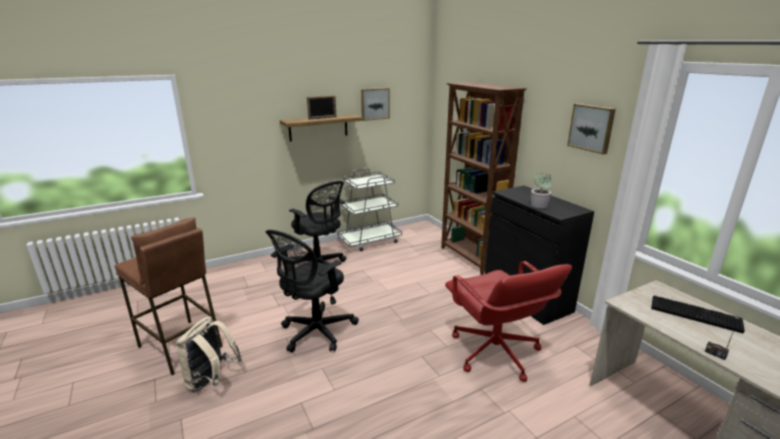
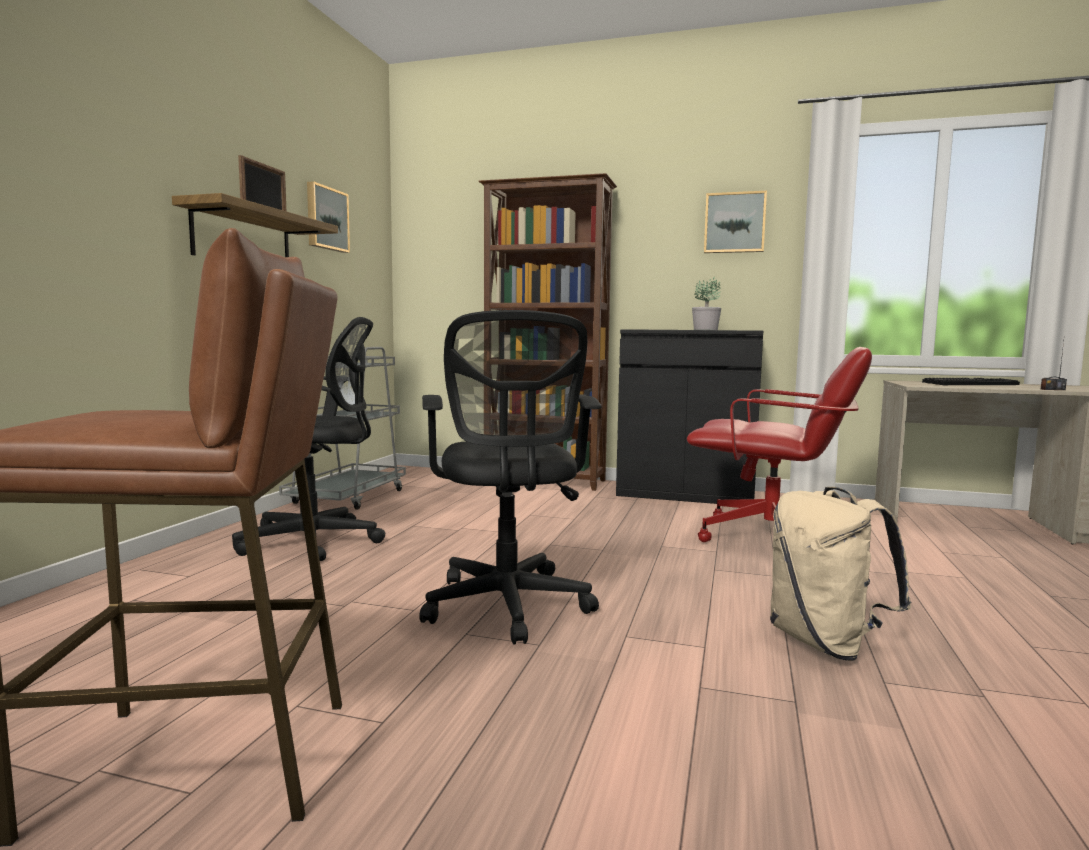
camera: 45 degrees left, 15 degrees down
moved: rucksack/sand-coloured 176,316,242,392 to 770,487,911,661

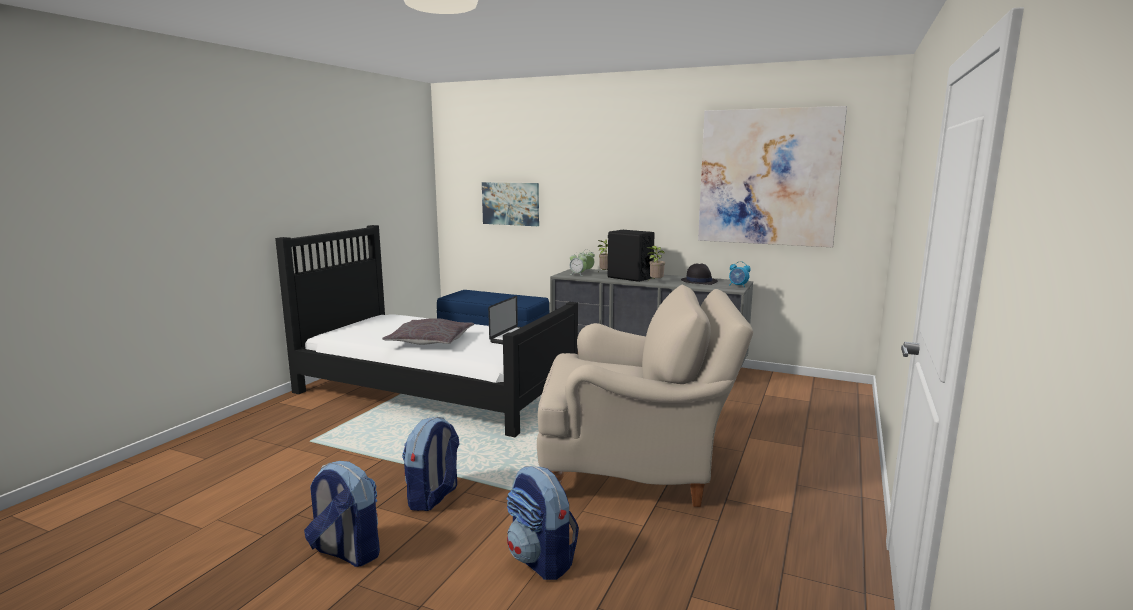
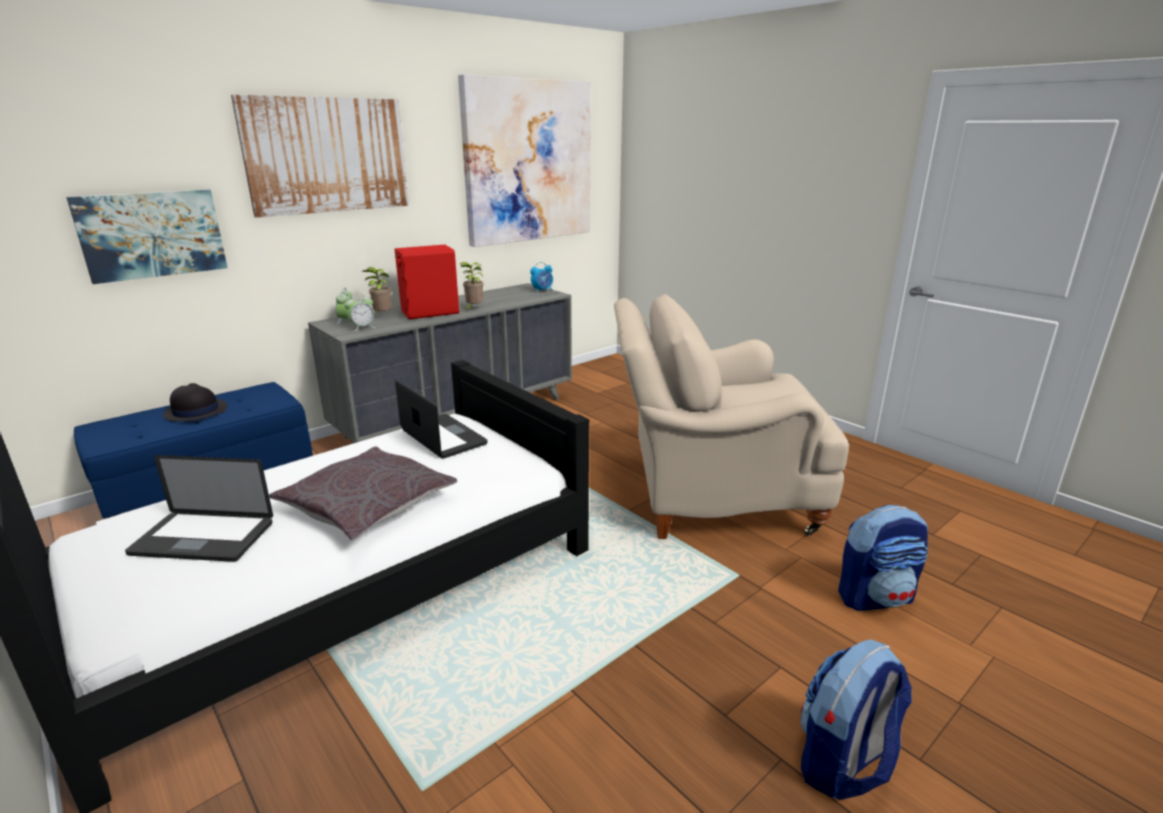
camera: 65 degrees left, 10 degrees up
removed: rucksack 402,417,459,511
added: wall picture 231,95,409,218; laptop 125,455,273,562
moved: wearable hat/black-coloured 681,263,718,285 to 163,383,227,422
recoloured: speaker/black-coloured 608,230,655,282 to speaker/red-coloured 395,245,459,319
turned: lounge chair/sand-coloured 537,284,753,507 = 614,294,849,539 120 degrees counterclockwise

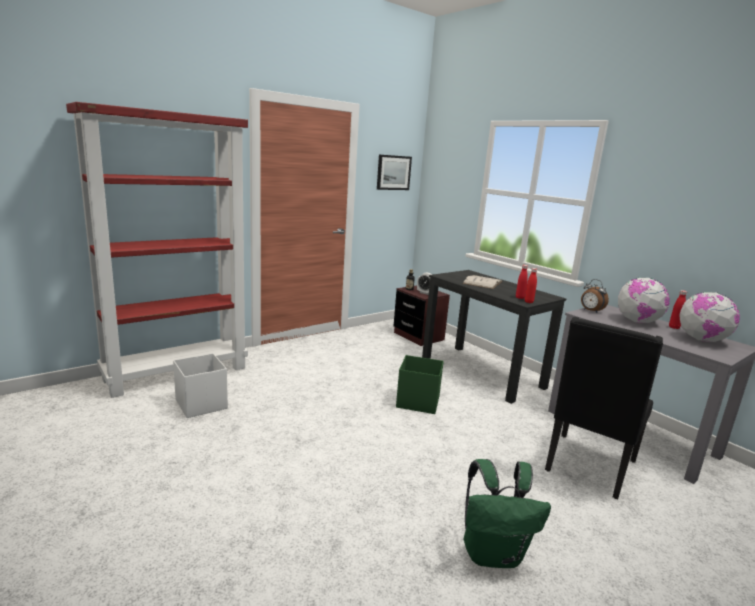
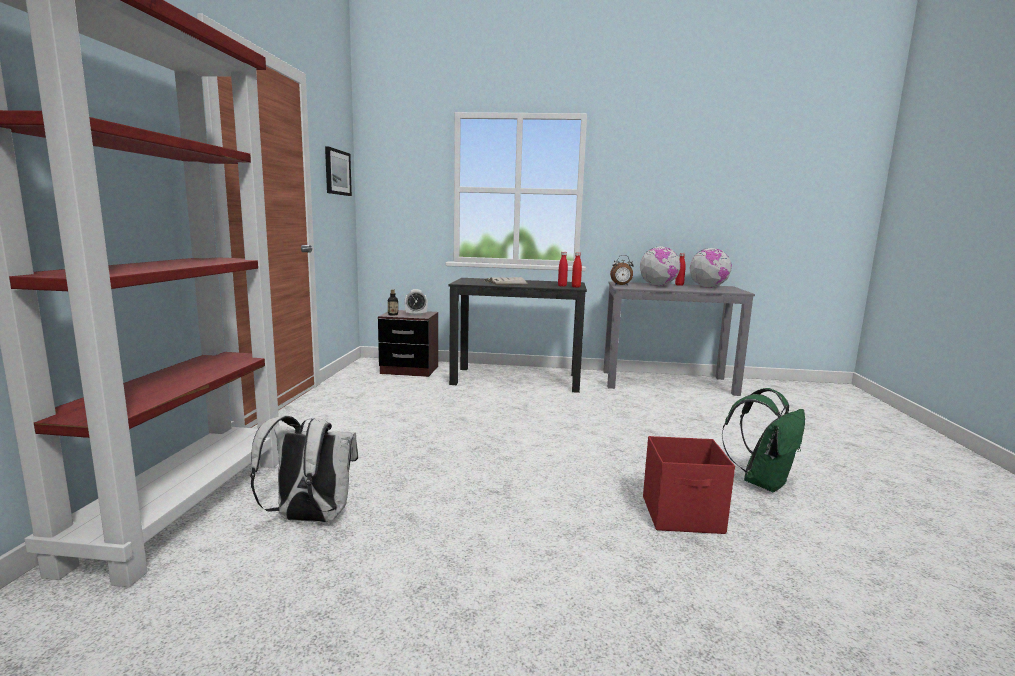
camera: 45 degrees left, 5 degrees down
removed: plain chair/black-coloured 545,317,663,499; storage box/green-coloured 396,355,444,414
added: storage box/red-coloured 643,436,735,534
replaced: storage box/whitish 173,353,228,418 to rucksack/whitish 250,415,358,522

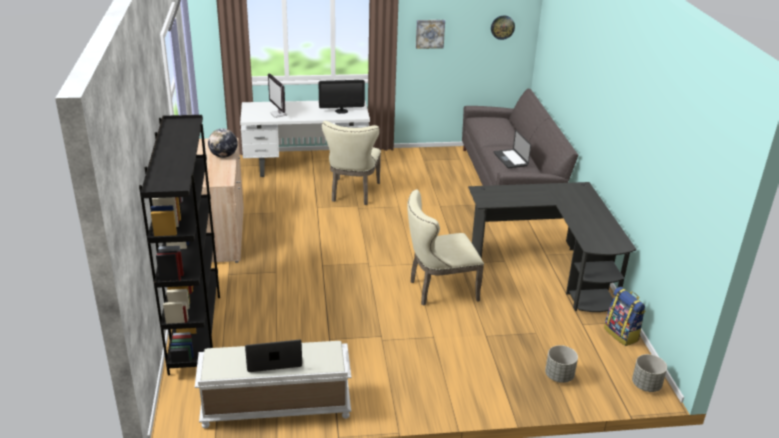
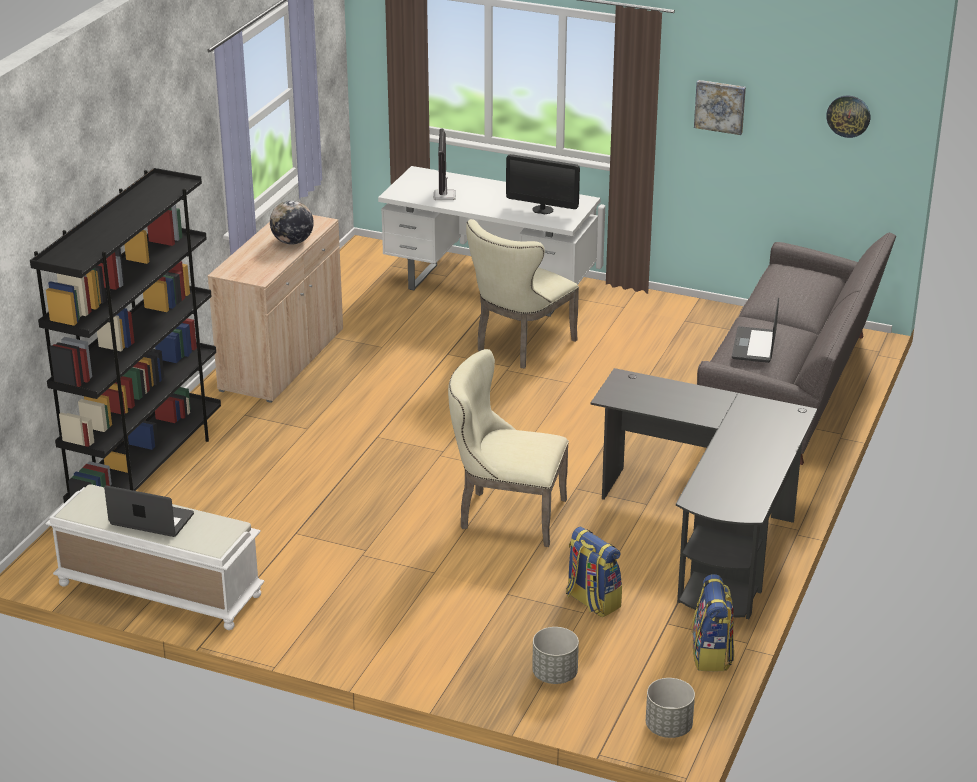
camera: 30 degrees right, 0 degrees up
added: rucksack 566,527,622,618

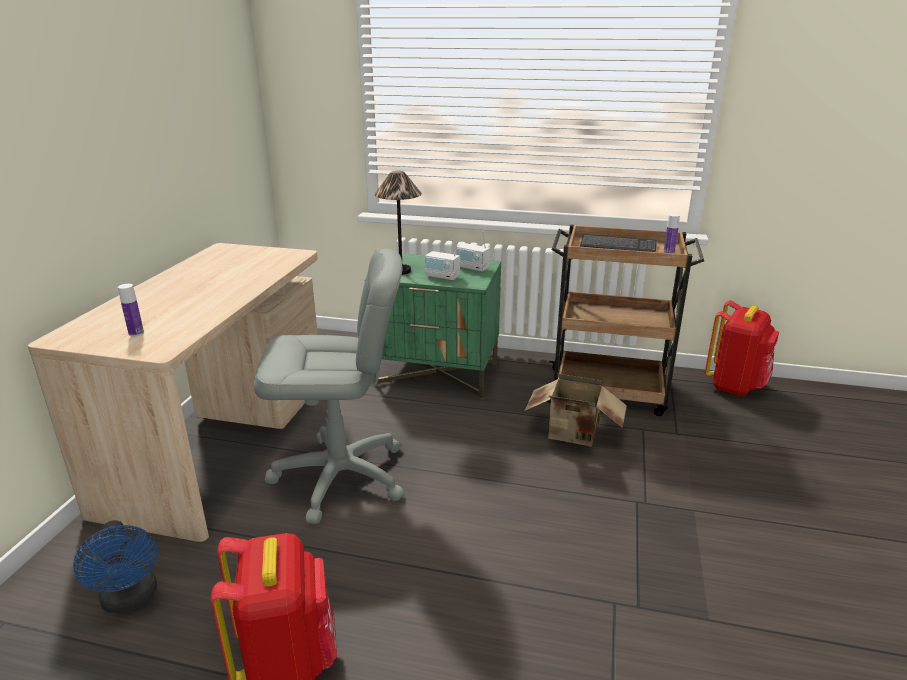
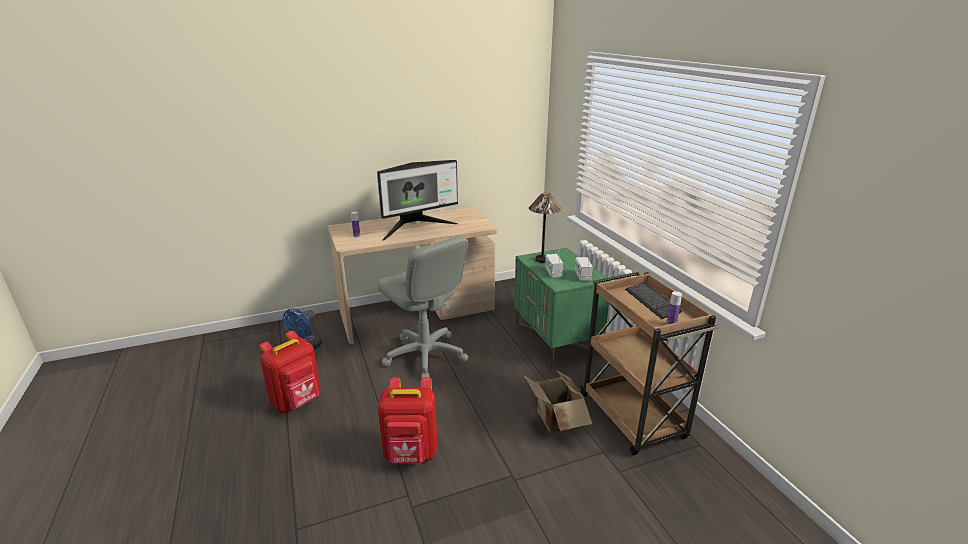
camera: 55 degrees right, 0 degrees up
added: computer screen 377,160,458,241
moved: rucksack/red-coloured 705,300,779,396 to 378,377,437,463

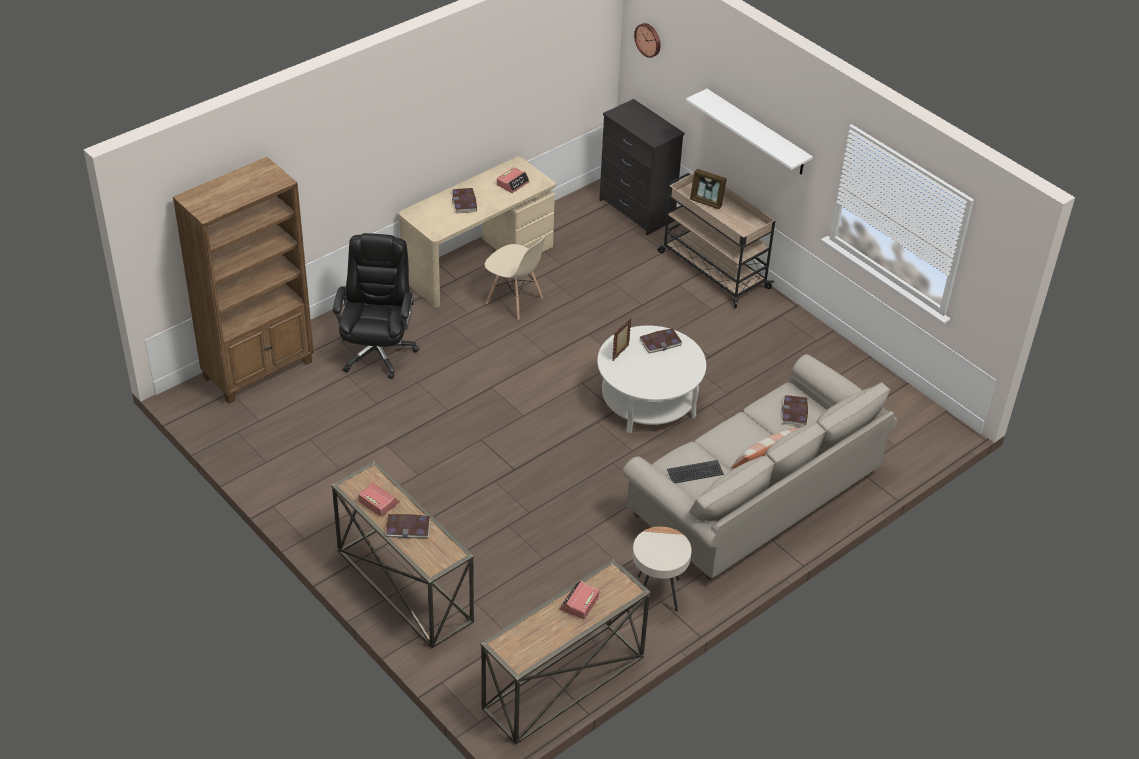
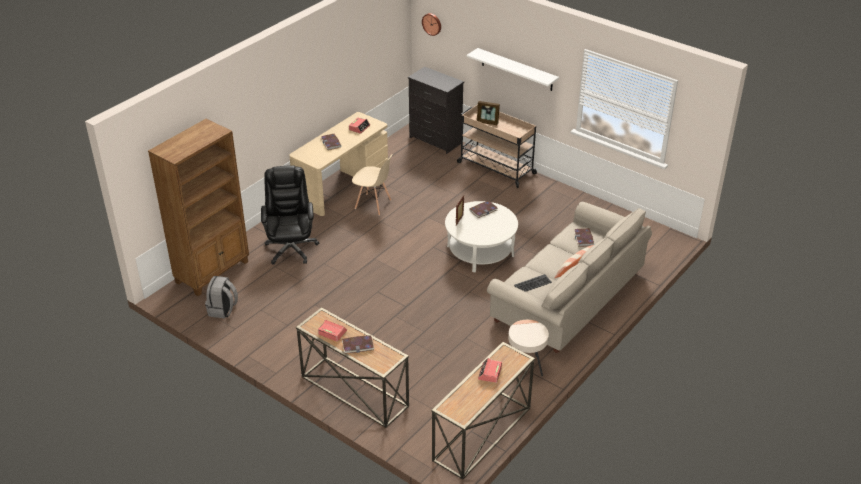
camera: 10 degrees left, 5 degrees down
added: rucksack/greyish 205,276,238,318

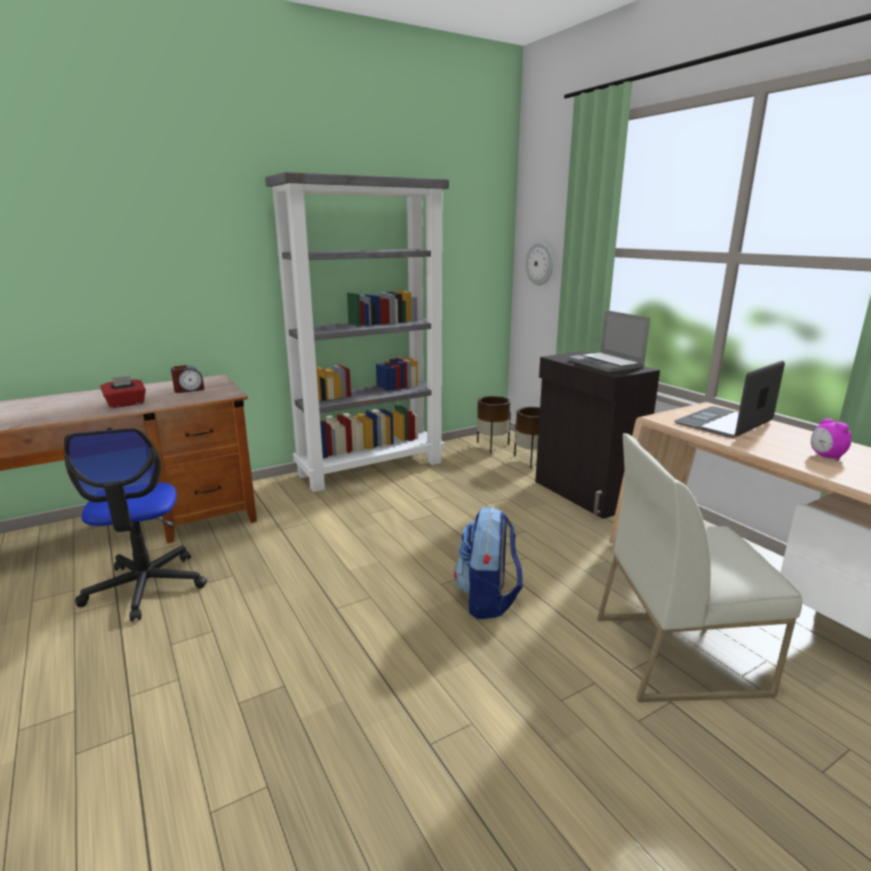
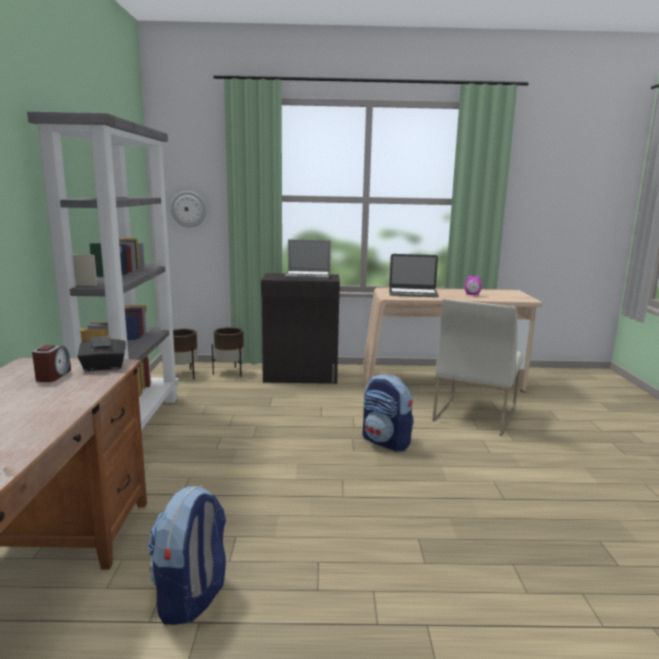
camera: 60 degrees left, 5 degrees down
removed: tissue box/red-coloured 100,376,146,408
added: tissue box/black-coloured 77,336,126,371
replaced: office chair 64,428,207,621 to rucksack 147,485,226,625
turned: laptop 674,360,785,438 = 389,254,439,297 75 degrees counterclockwise

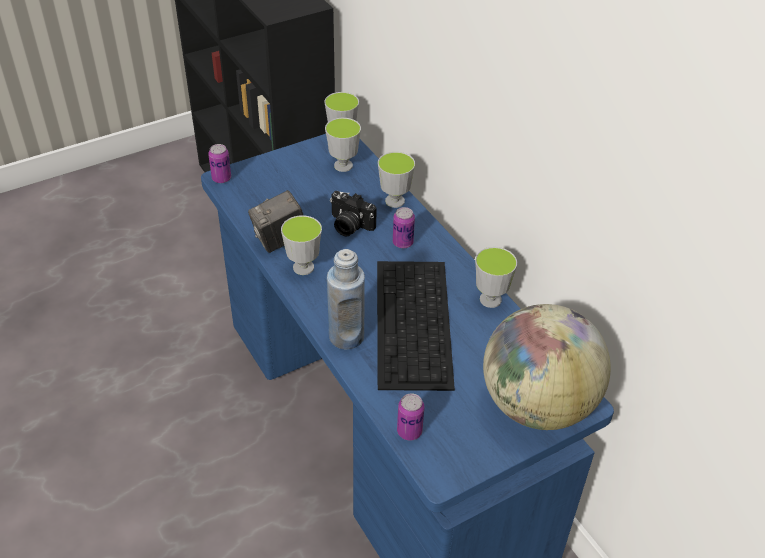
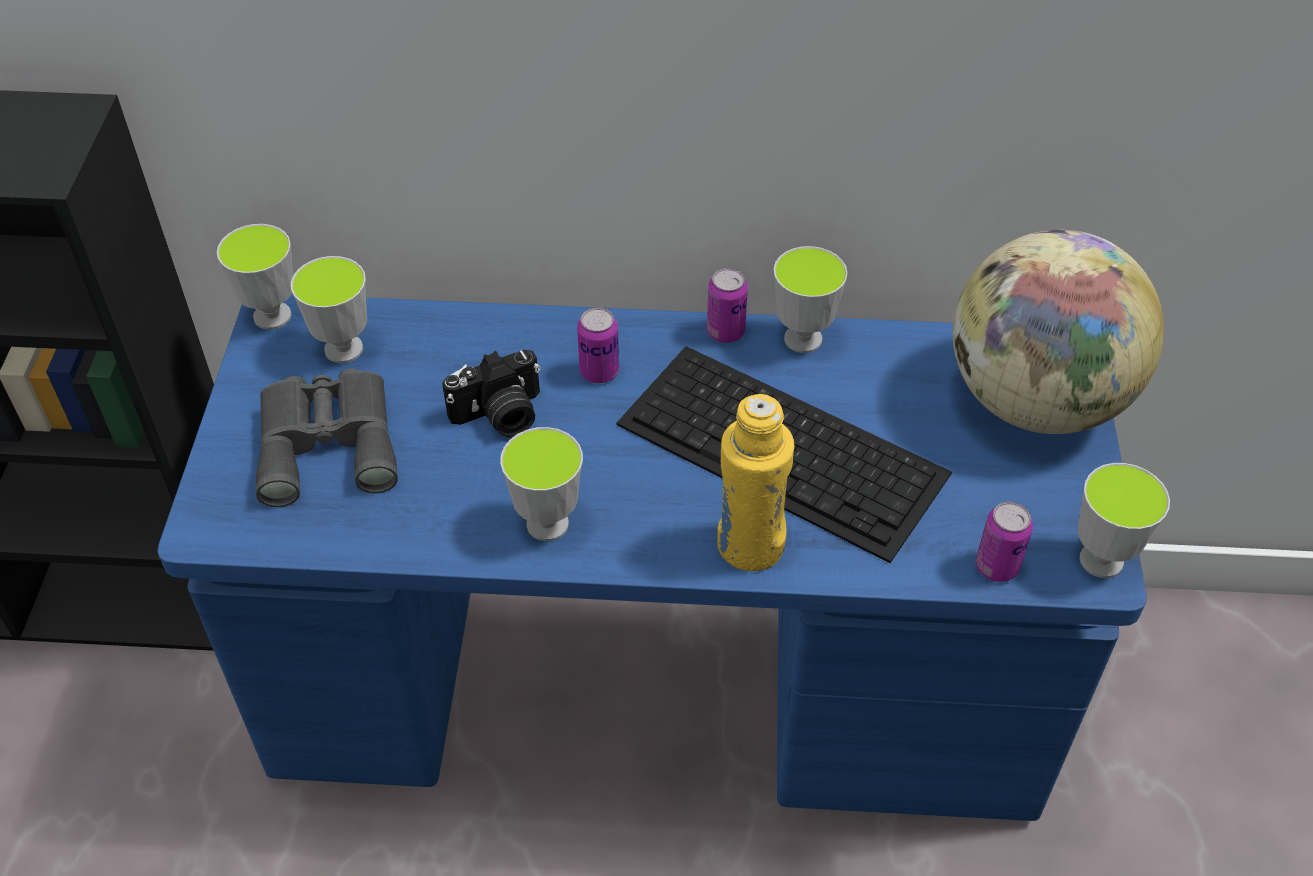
camera: 55 degrees left, 5 degrees up
removed: photo camera 248,190,303,253
added: pair of binoculars/greyish 256,369,398,507
moved: can 208,144,231,183 to 707,268,748,343; drinking cup 378,152,415,208 to 1077,463,1170,578
recoloured: bottle/blue 327,249,365,350 to bottle/yellowish 718,394,794,571

